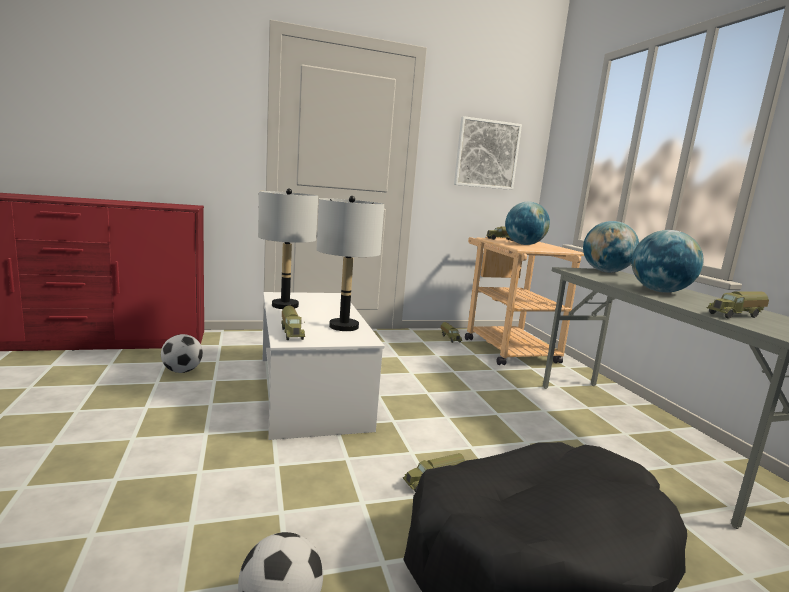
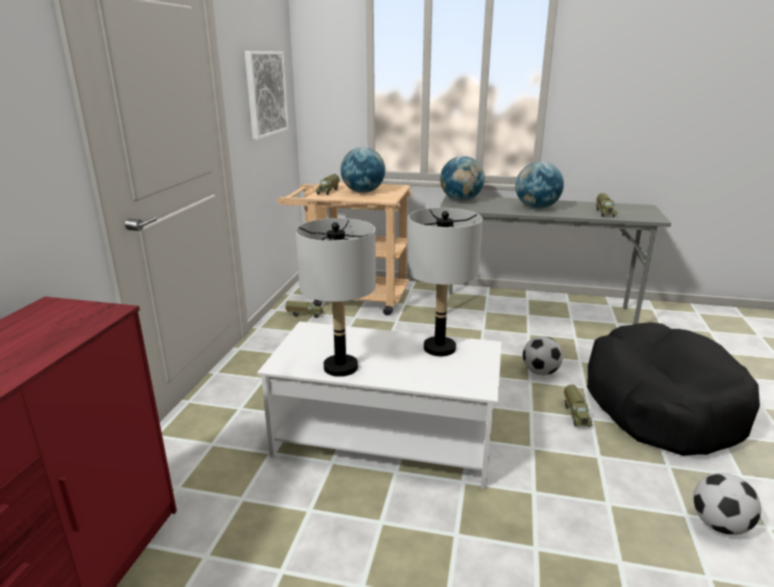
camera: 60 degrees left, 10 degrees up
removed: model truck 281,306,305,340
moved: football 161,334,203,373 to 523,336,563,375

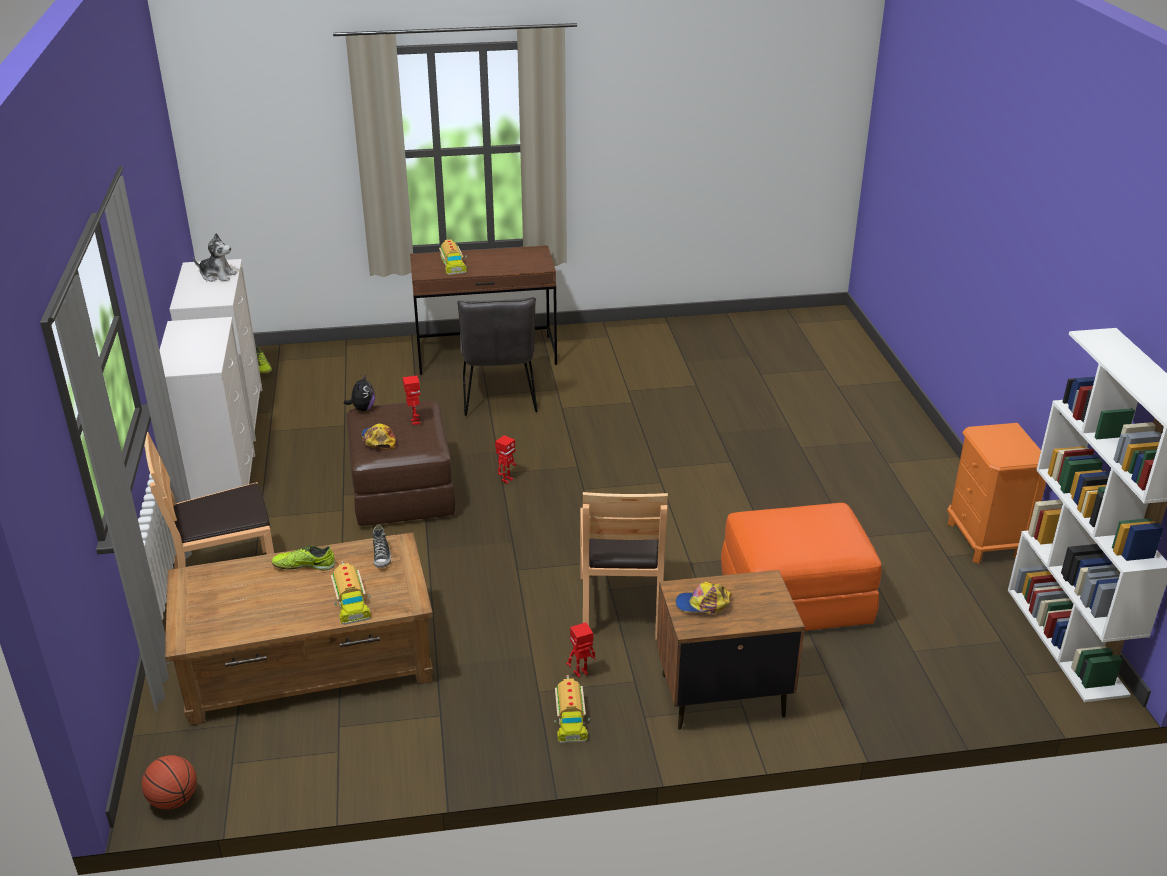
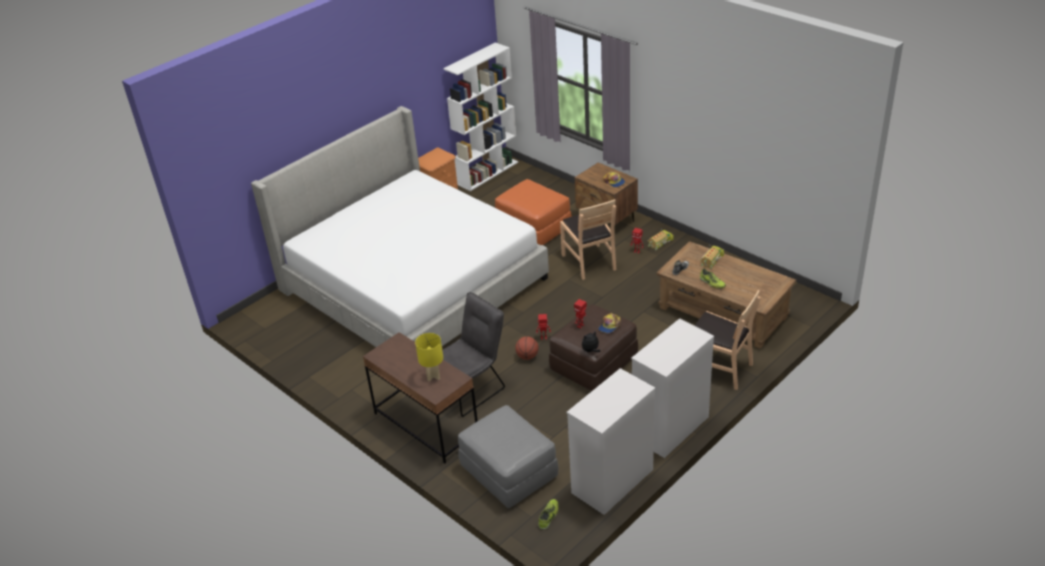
camera: 125 degrees left, 5 degrees up
removed: soft toy 193,233,237,282
added: sleeping bed 251,106,549,347; pouffe/greyish 458,405,559,508
moved: ball for basketball 142,755,197,809 to 515,336,539,360
replaced: model truck 439,239,467,275 to lamp for a table/yellowish 415,333,443,381
turned: plain chair/brown-coloured 580,492,668,640 = 560,199,616,280 105 degrees clockwise

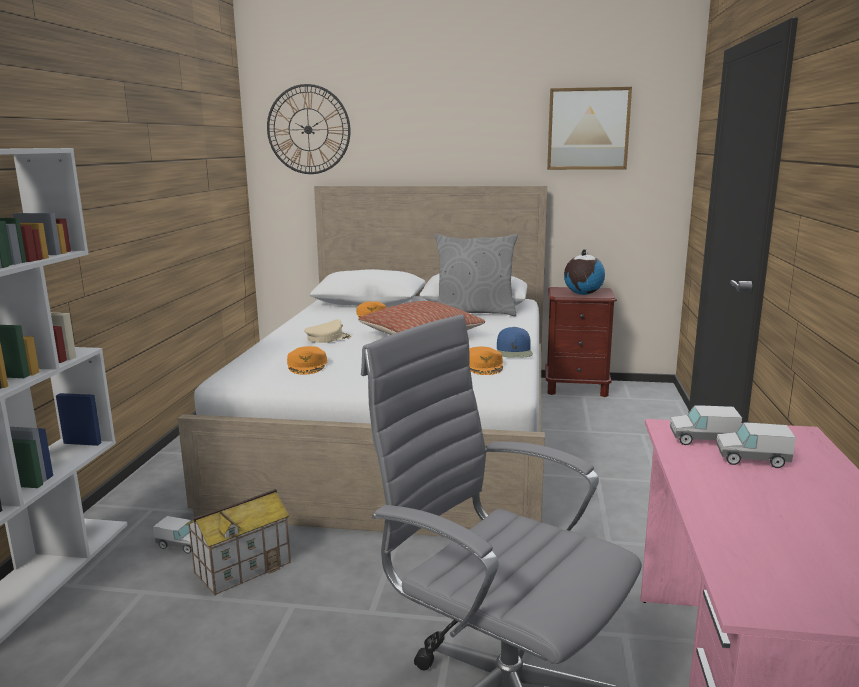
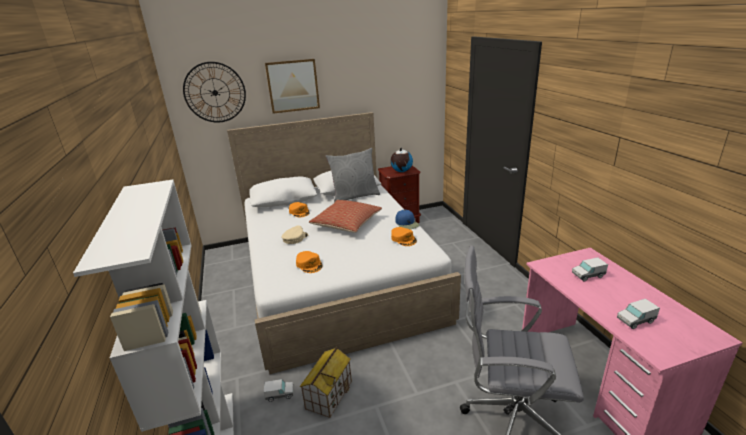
camera: 25 degrees left, 10 degrees up
moved: wall picture 547,87,632,170 to 265,59,320,114; model truck 670,405,742,445 to 617,299,660,329

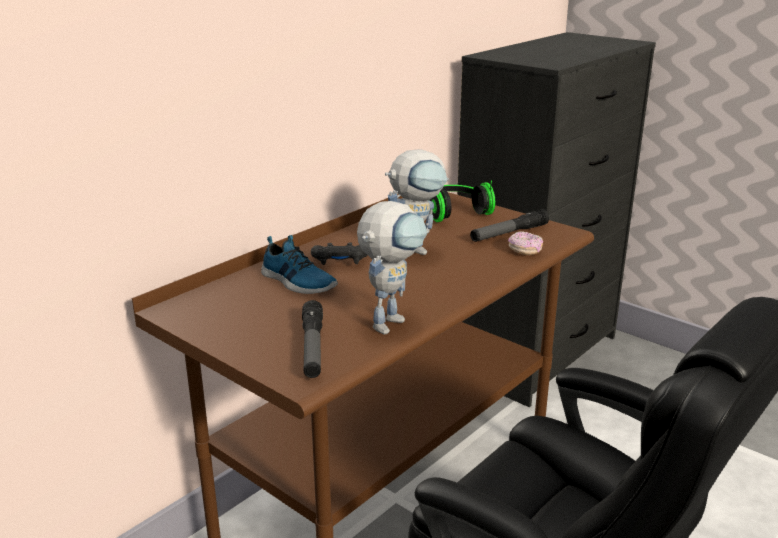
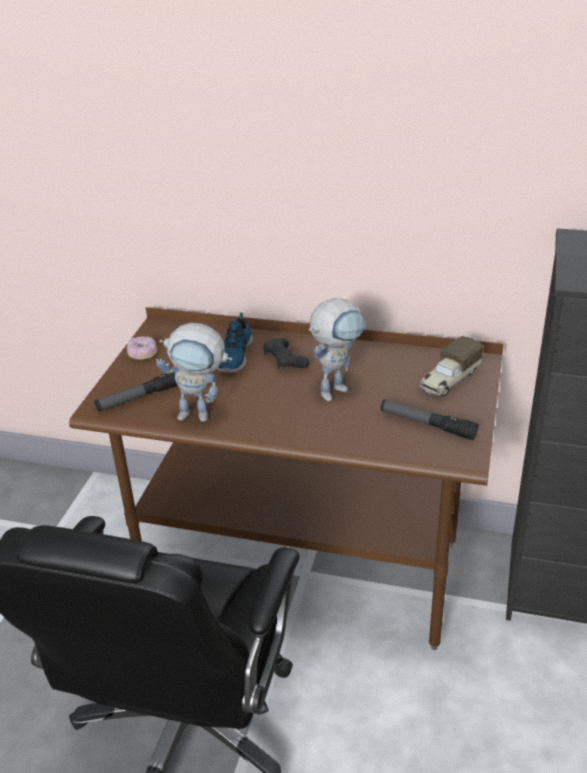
camera: 65 degrees right, 10 degrees up
moved: ring doughnut 508,231,543,255 to 127,336,157,360
replaced: headphones 429,180,495,222 to model truck 419,336,483,396
turned: robot figure 385,150,449,260 = 309,298,366,401 75 degrees counterclockwise

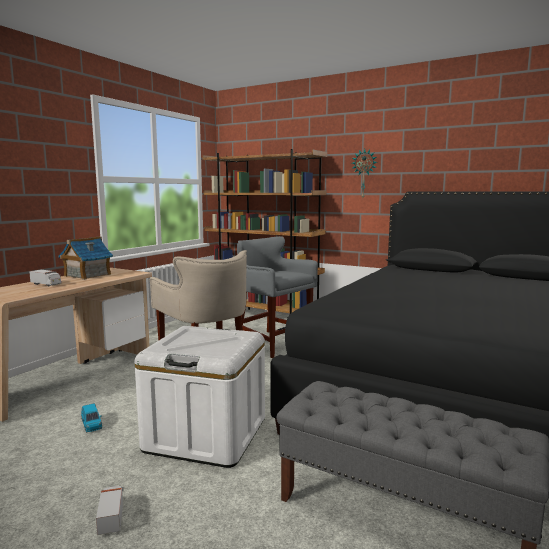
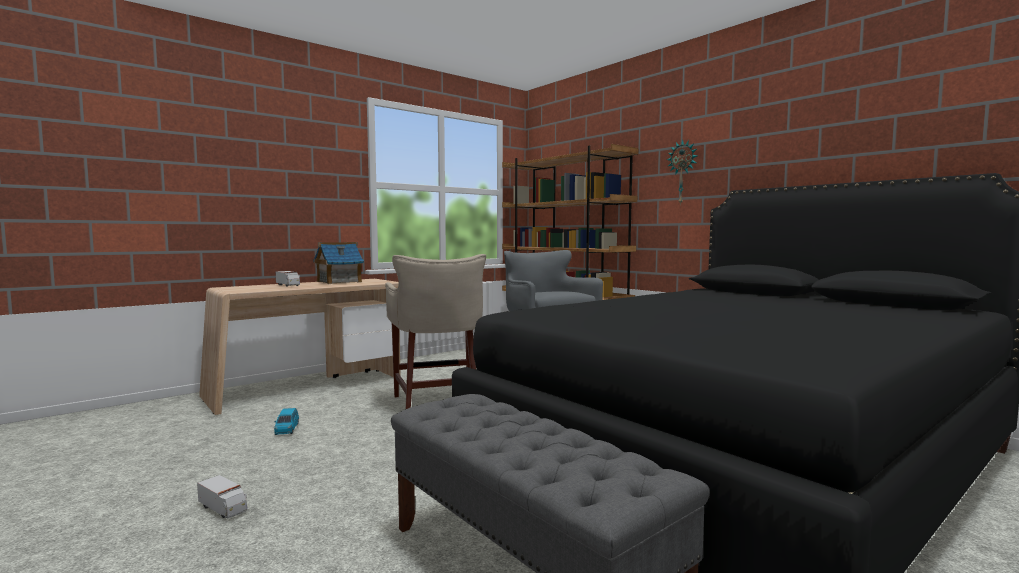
camera: 20 degrees right, 5 degrees down
removed: storage box/whitish 134,326,265,468
turned: model truck 96,486,124,535 = 197,475,247,519 120 degrees clockwise

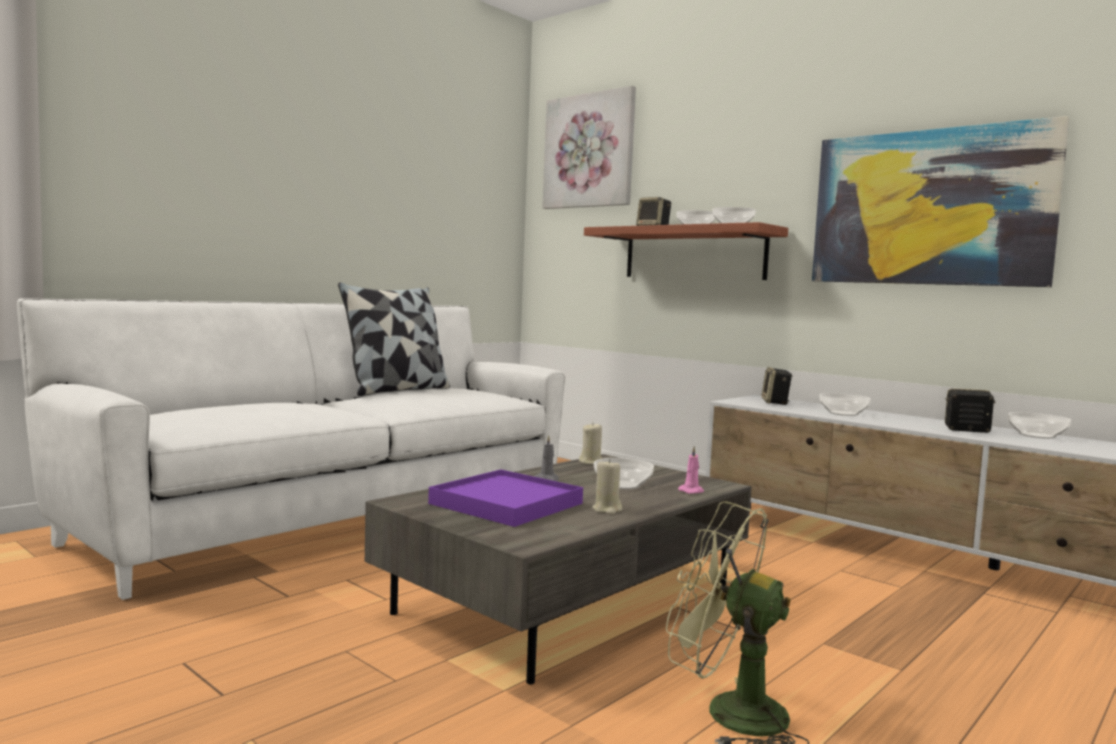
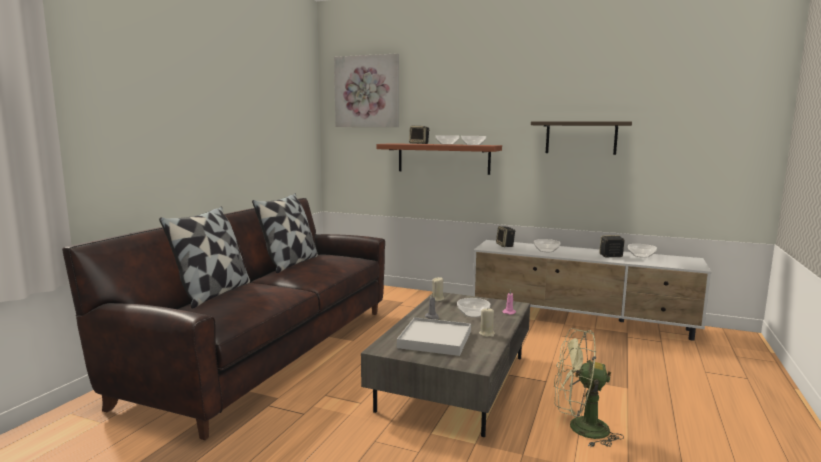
camera: 20 degrees left, 5 degrees up
added: pillow 159,206,250,309
replaced: wall picture 812,116,1069,287 to shelf 531,121,632,155
recoloured: sofa/whitish 17,298,565,600 to sofa/brown-coloured 62,198,385,440; tray/purple-coloured 428,469,583,527 to tray/whitish 397,317,471,356

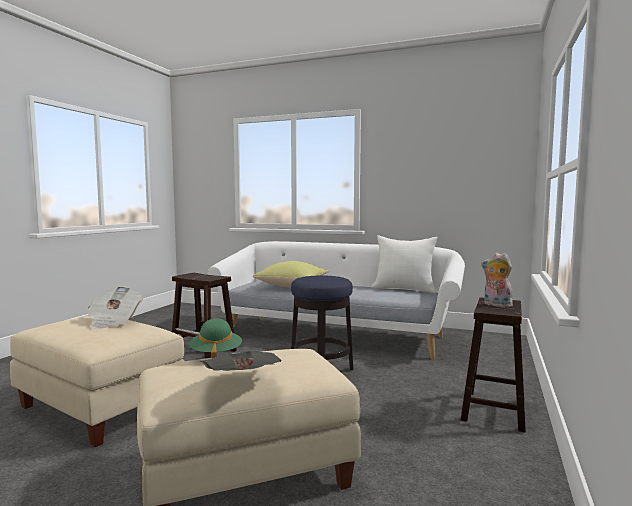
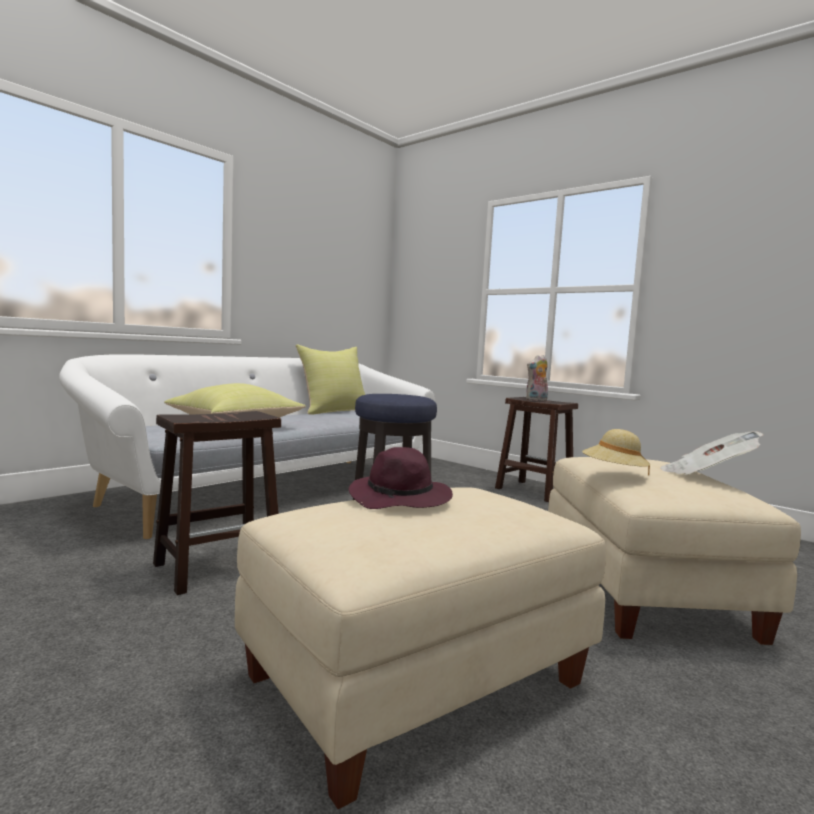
camera: 70 degrees left, 0 degrees up
replaced: daily paper 88,286,143,329 to wearable hat/purple-coloured 348,447,453,509
recoloured: pillow/whitish 371,235,438,293 to pillow/yellowish 296,344,365,415; wearable hat/green-coloured 189,319,242,358 to wearable hat/sand-coloured 582,429,650,477

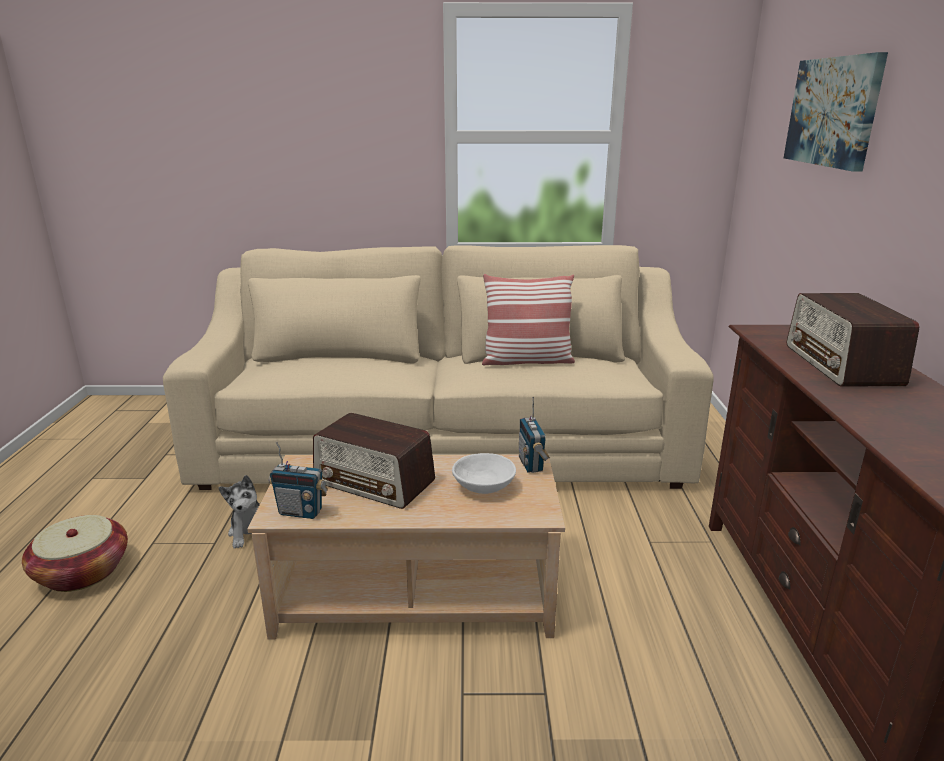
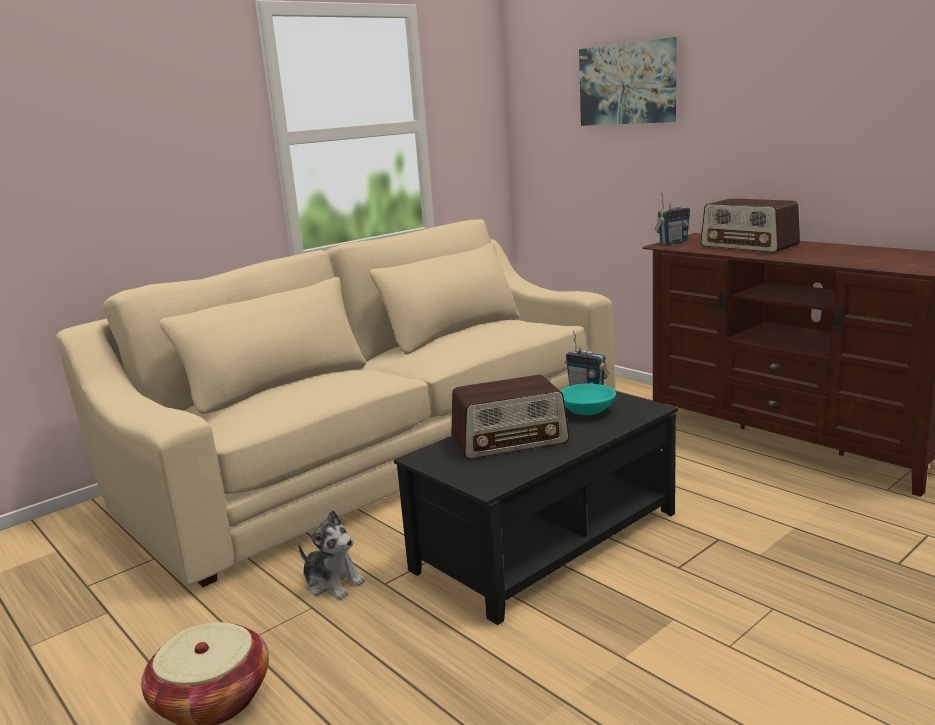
camera: 40 degrees left, 5 degrees down
removed: pillow 482,274,575,365
moved: radio receiver 269,442,328,519 to 655,192,690,244
recoloured: deep dish/whitish 452,453,516,494 to deep dish/blue-green 561,383,616,415; lounge table/sand-coloured 247,454,565,639 to lounge table/black-coloured 394,391,678,625

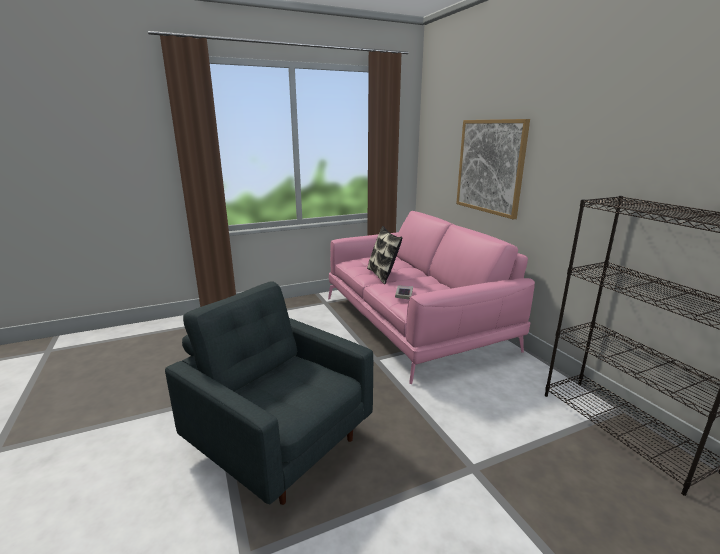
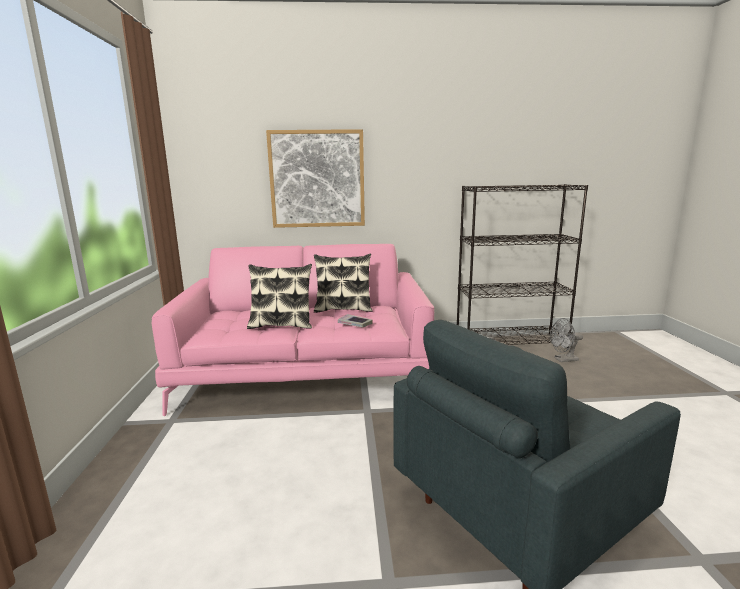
camera: 70 degrees left, 5 degrees down
added: pillow 314,254,373,313; cooling fan/greyish 550,318,583,362

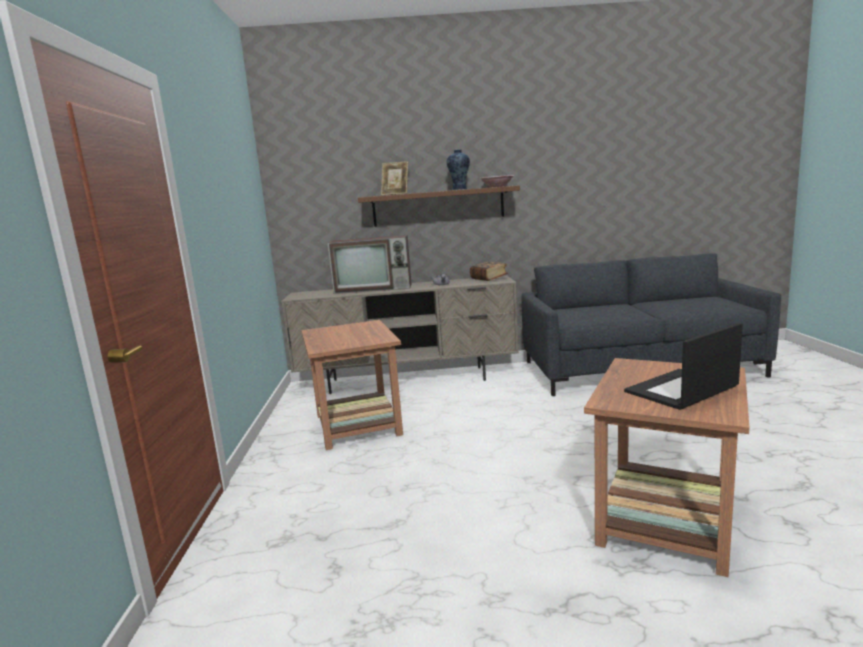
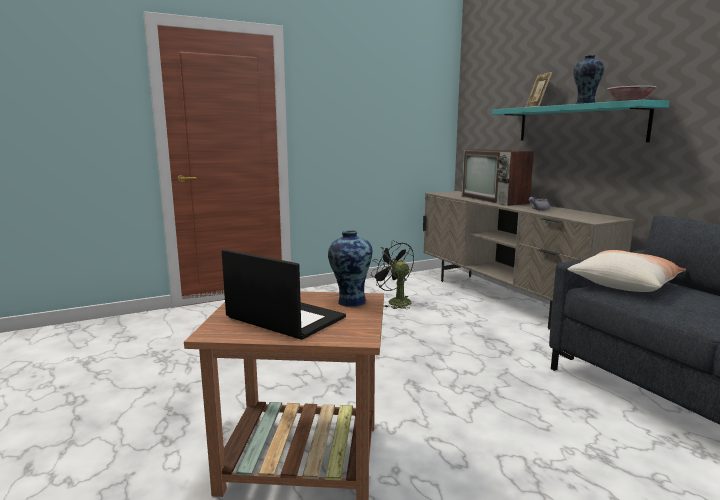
camera: 65 degrees right, 0 degrees up
removed: book 470,261,508,281
added: flower vase 328,230,372,307; pillow 567,250,686,292
replaced: end table/brown-coloured 301,320,403,450 to cooling fan/black-coloured 371,241,414,309
recoloured: shelf/brown-coloured 358,185,520,227 to shelf/blue-green 492,100,670,142

